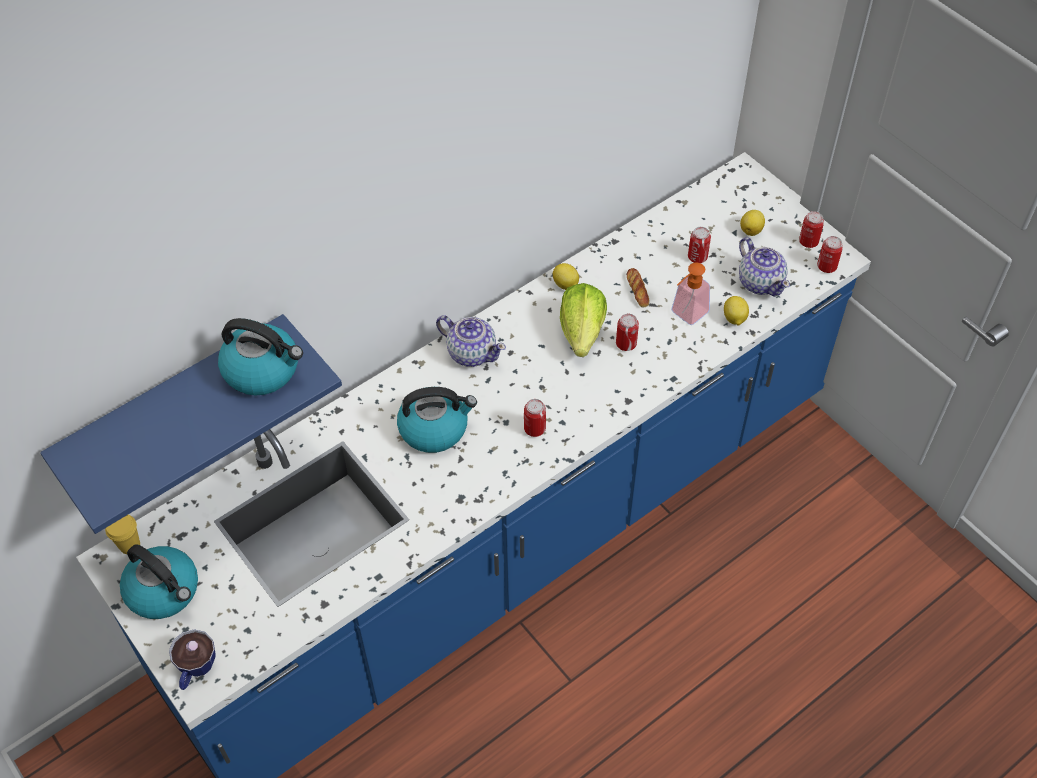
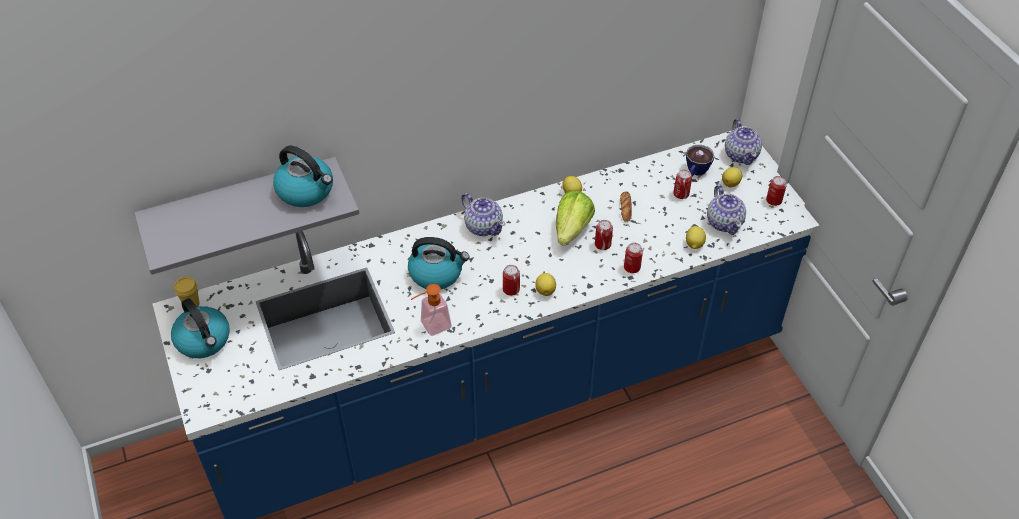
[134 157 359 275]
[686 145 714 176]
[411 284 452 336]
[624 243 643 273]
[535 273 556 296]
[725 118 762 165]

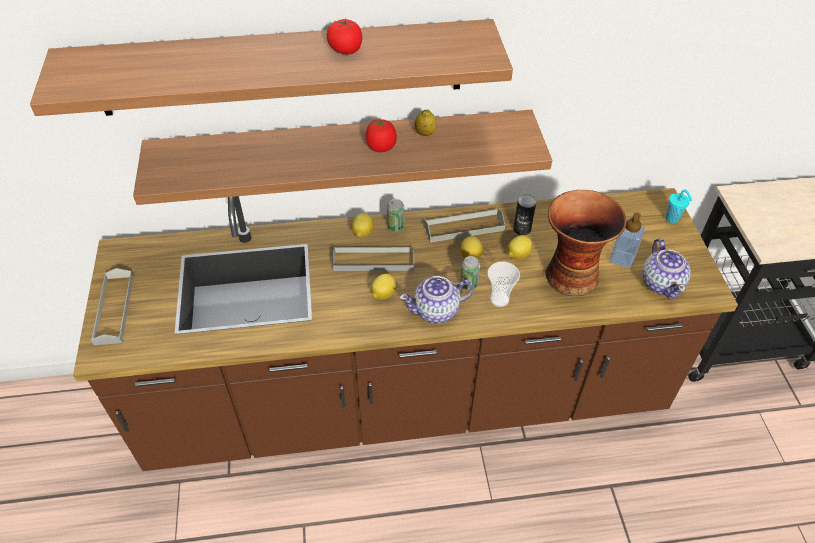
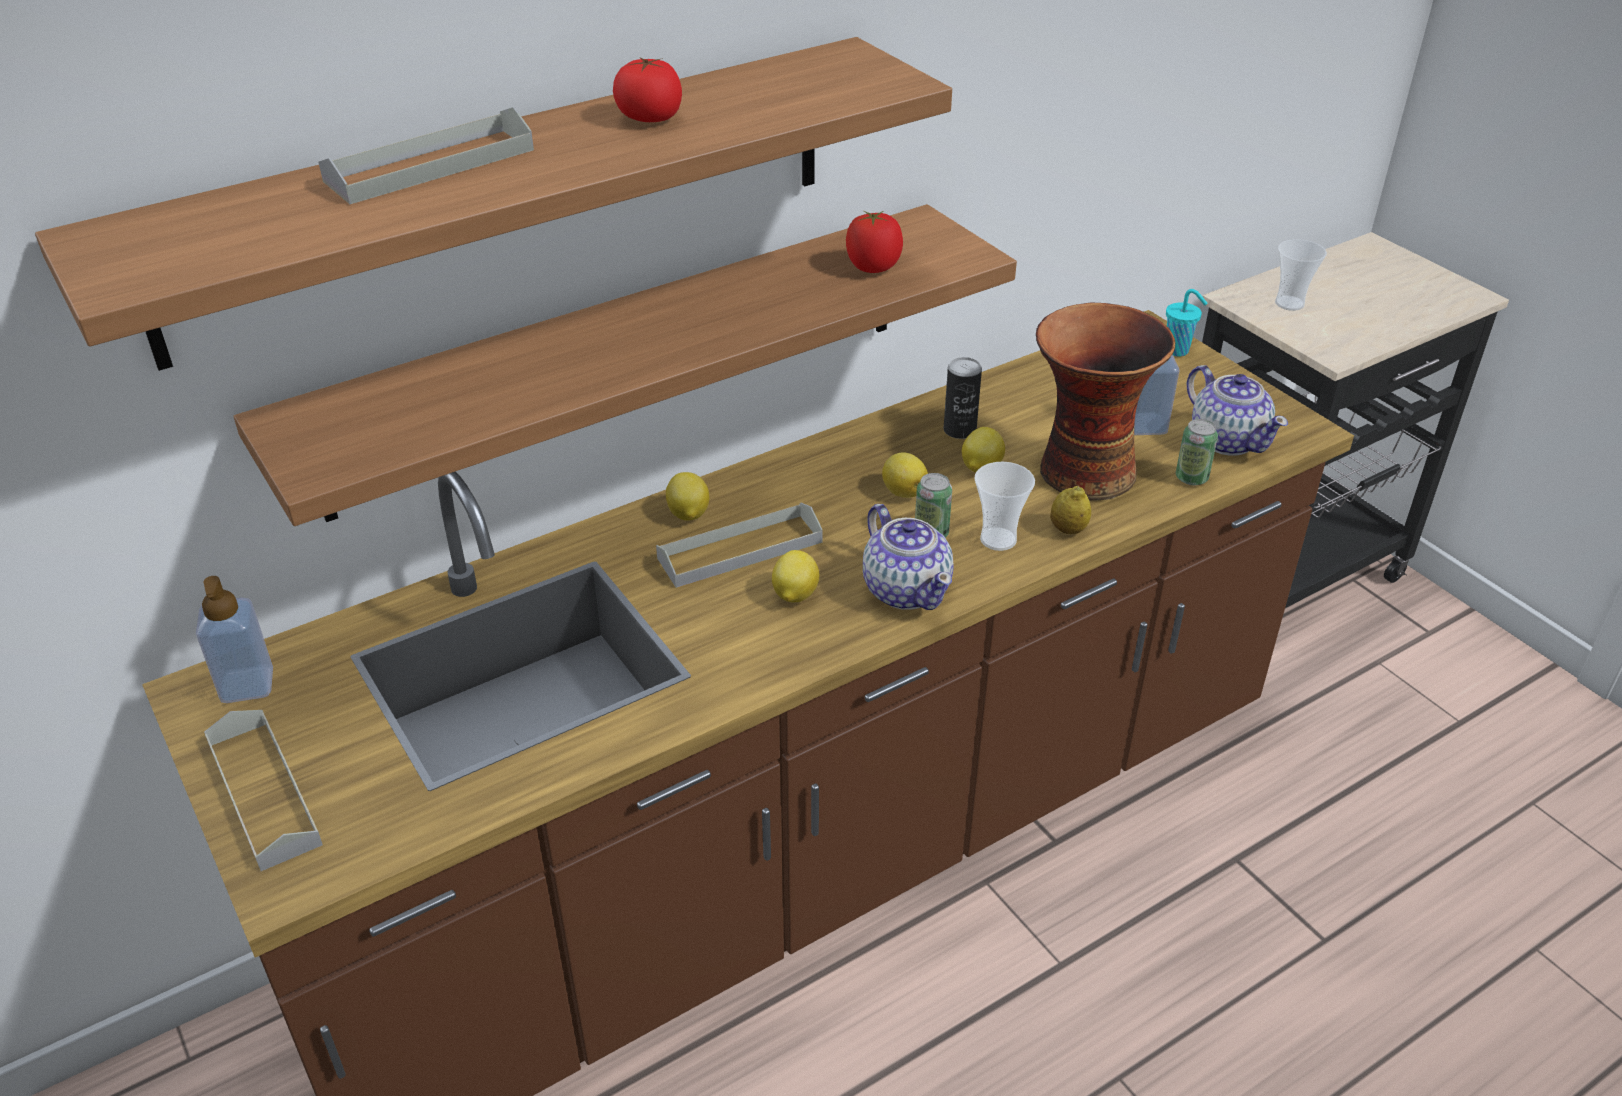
[846 211 903 273]
[1176 419 1218 485]
[863 504 954 610]
[1050 486 1091 534]
[319 107 534 204]
[196 576 273 703]
[1275 239 1327 311]

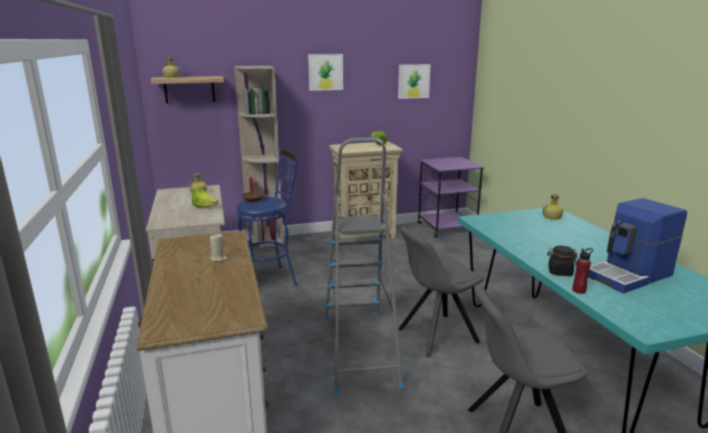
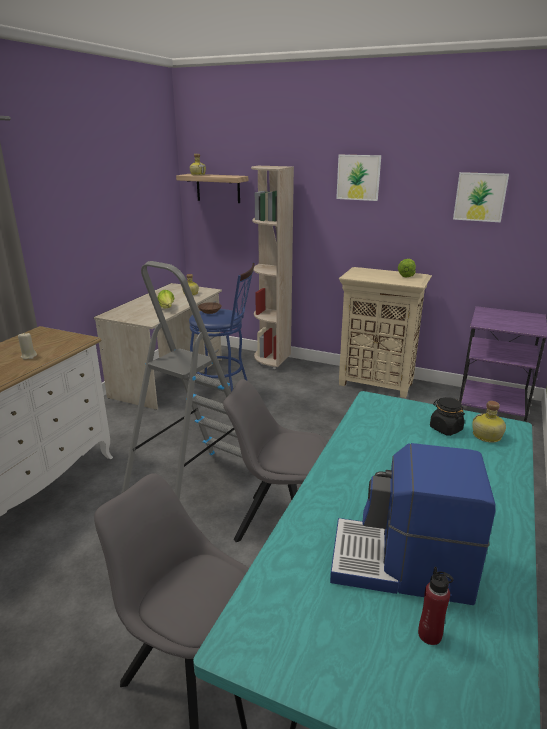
[430 397 465 436]
[418 567 453 645]

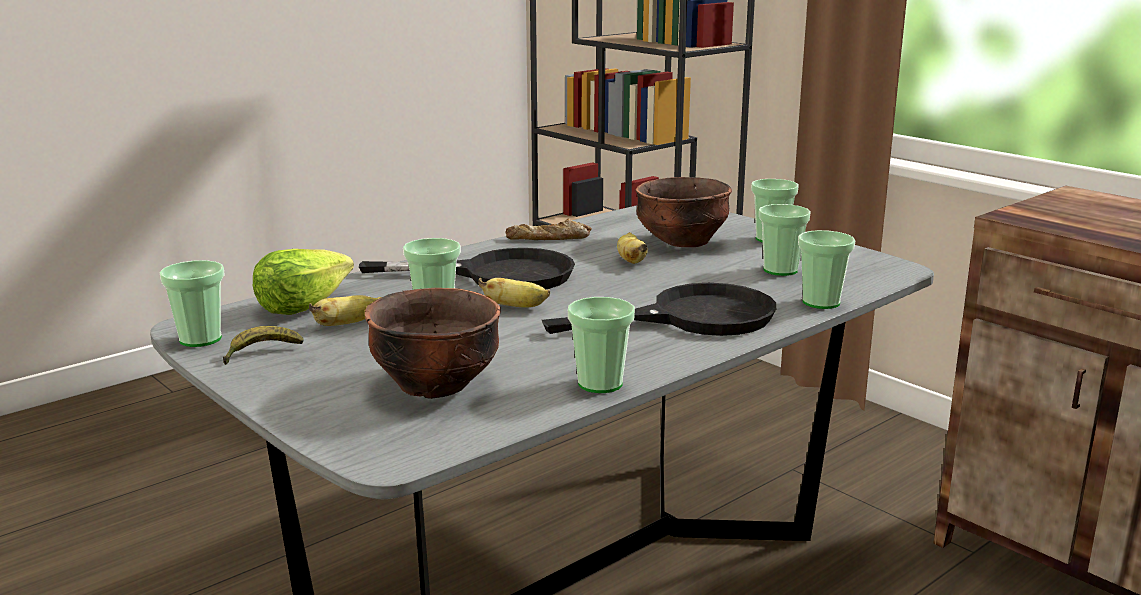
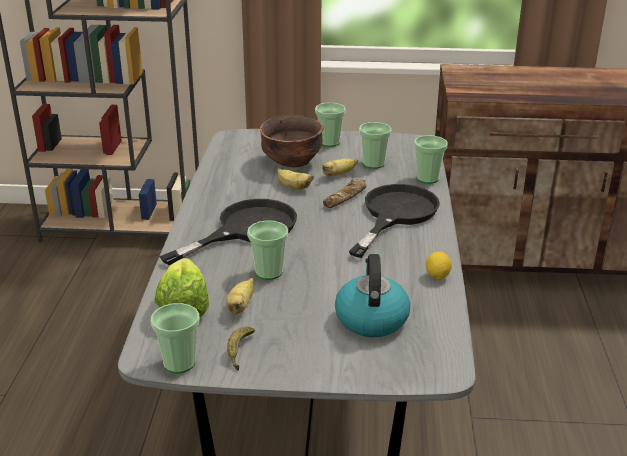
[335 254 411 337]
[322 158 358 176]
[323 179 366 208]
[426 252 452 280]

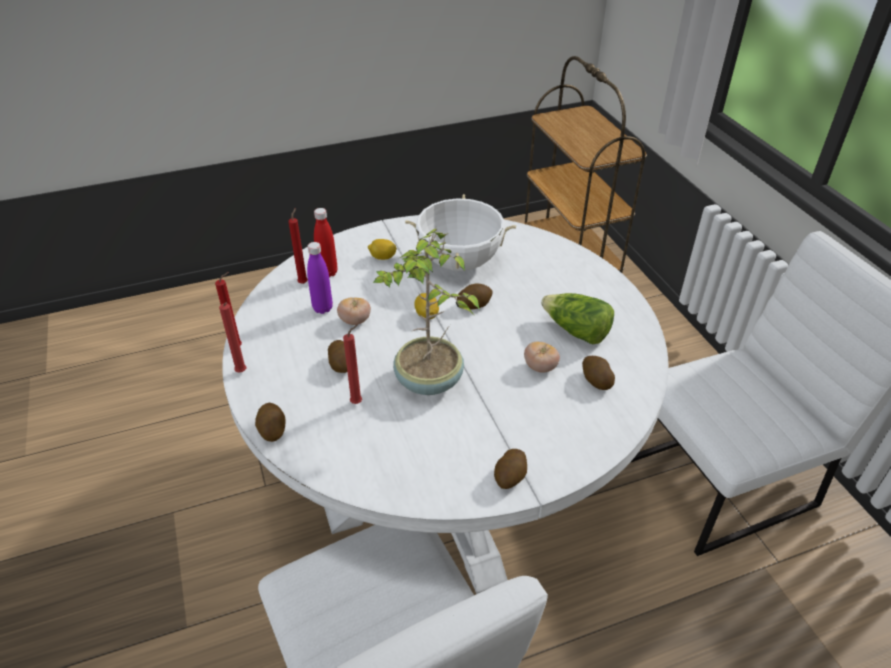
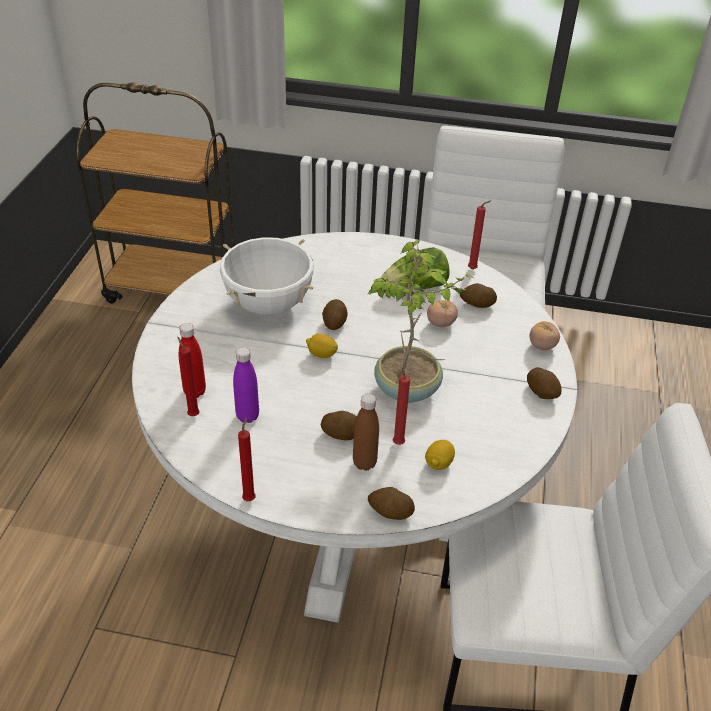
[468 201 490 269]
[530 321 560 350]
[425 440 455 470]
[353 394 379 471]

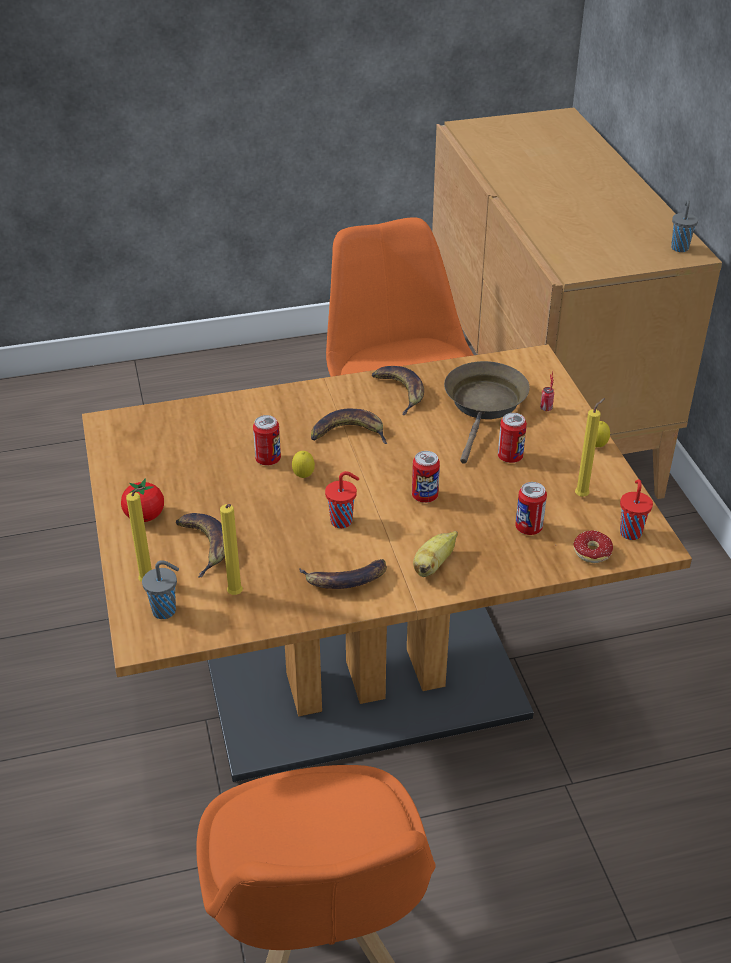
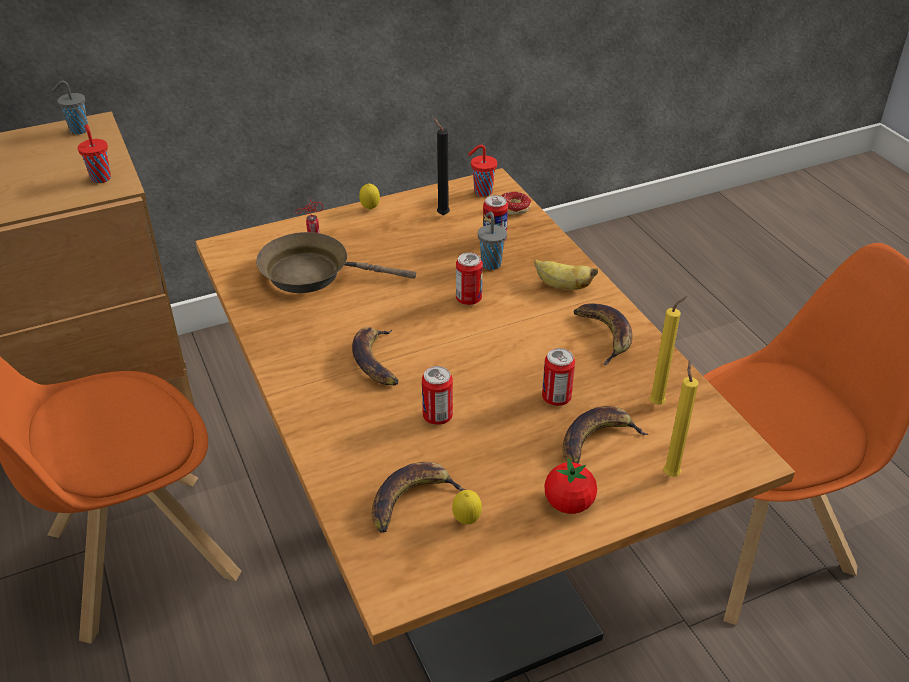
[478 211 507 270]
[452 490 482 524]
[78 124 111 183]
[372 462 465 533]
[542 348 575 406]
[434 118 450 215]

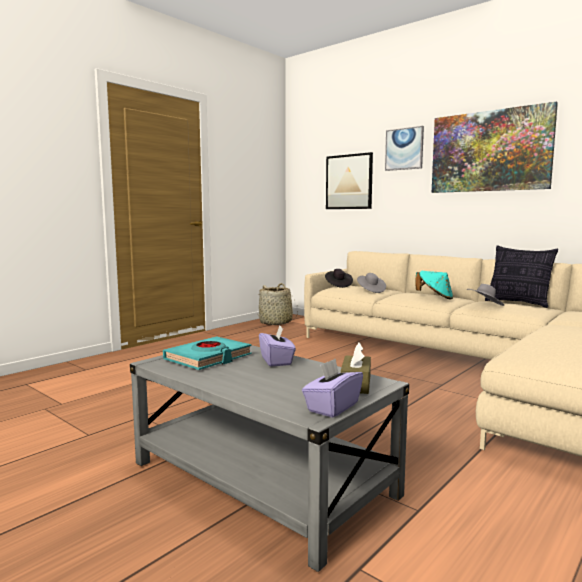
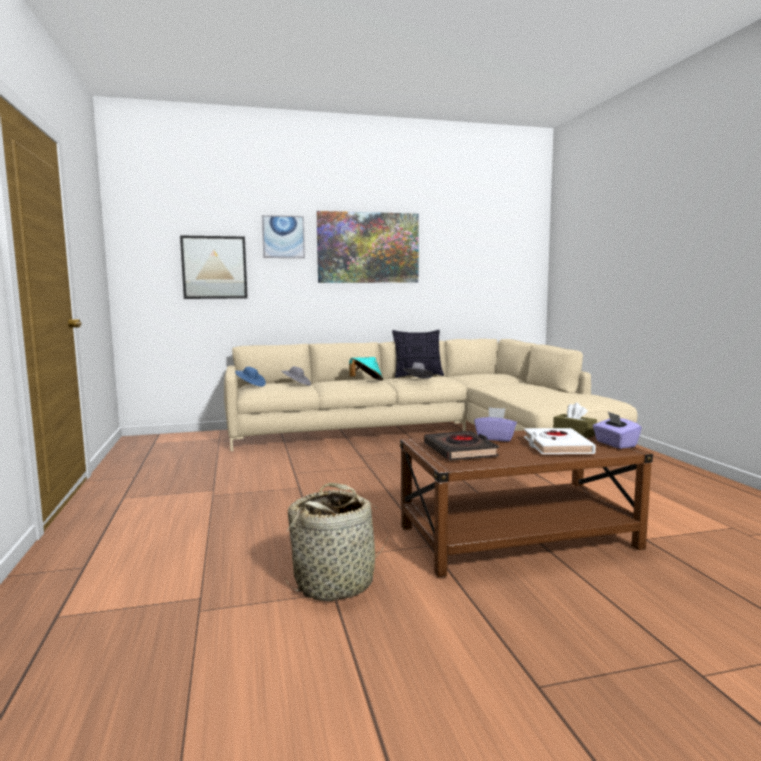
[400 430 653 578]
[424 431 499 461]
[285 483 388 601]
[235 367 266 387]
[524 428 596 454]

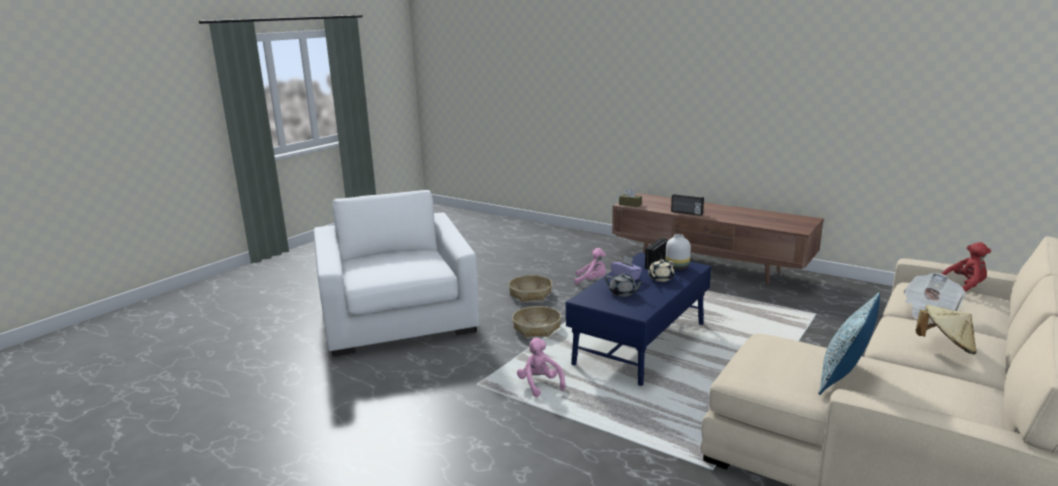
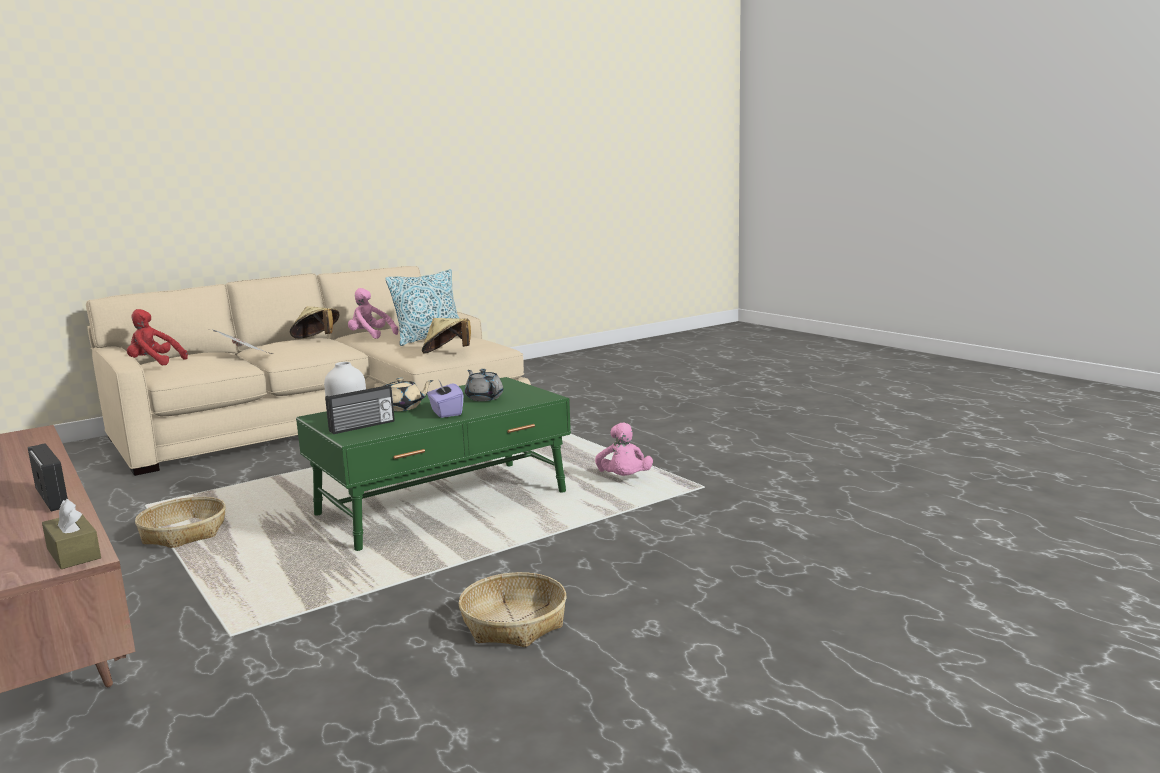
[314 190 479 356] (first image)
[135 497 226 548]
[296 377 571 551]
[348 288 398 339]
[422 318 471 354]

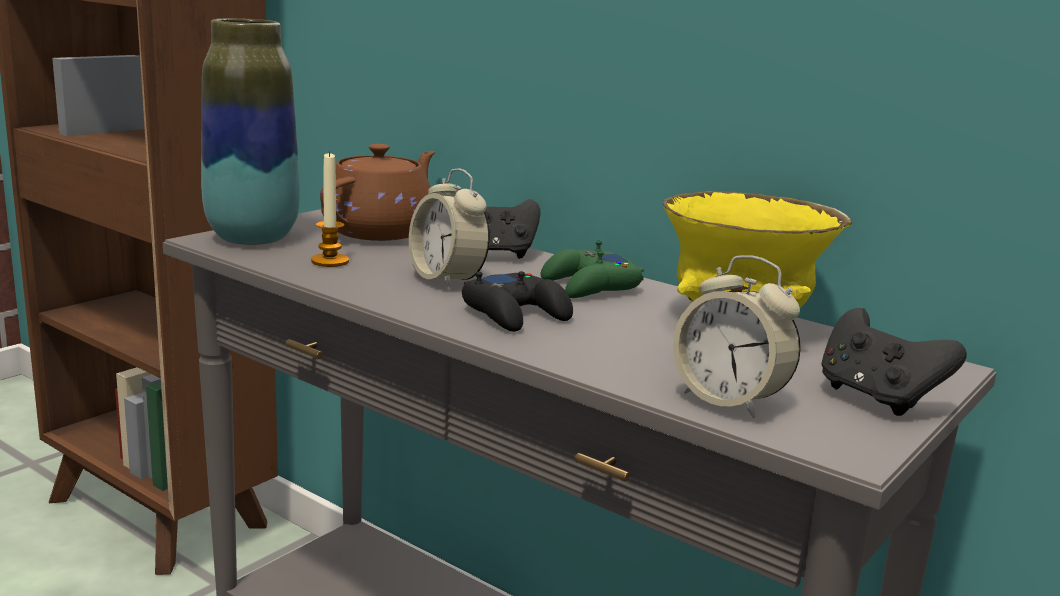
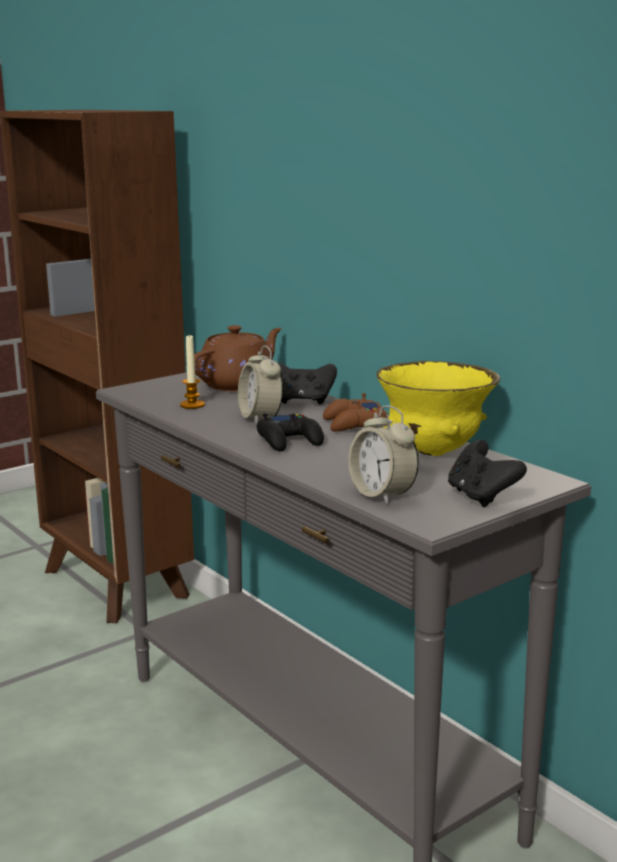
[201 18 300 245] (first image)
[323 393 388 432]

